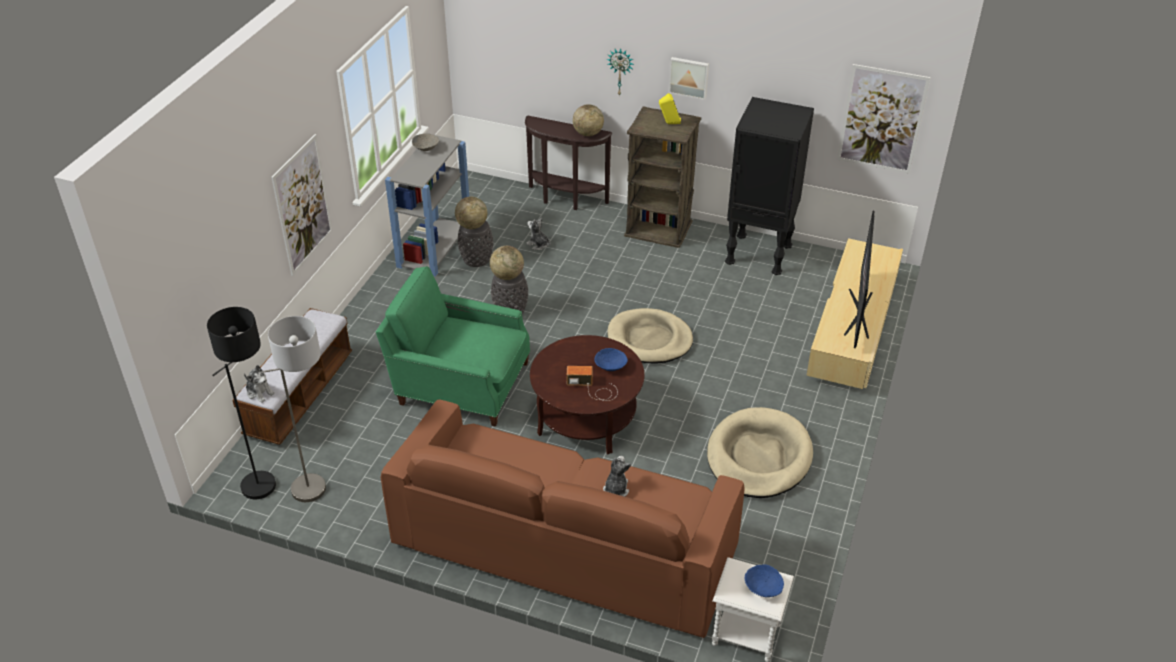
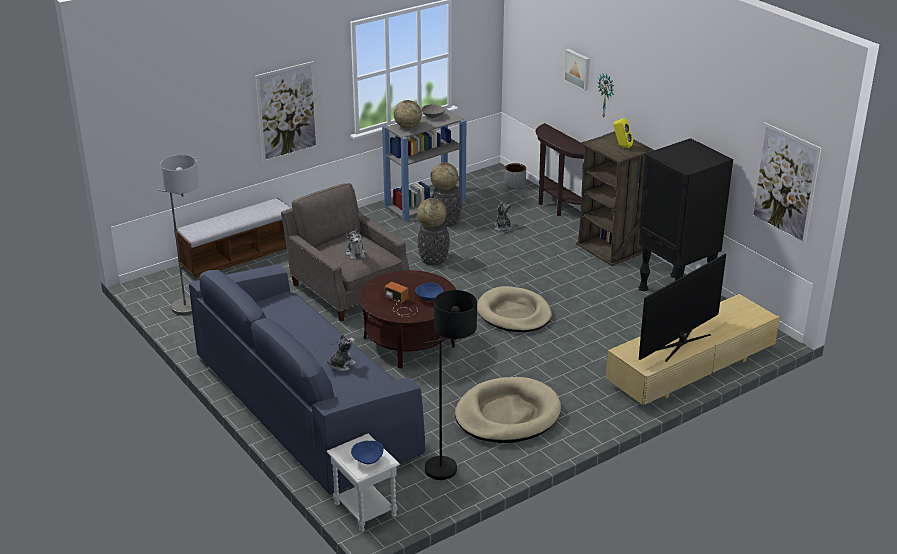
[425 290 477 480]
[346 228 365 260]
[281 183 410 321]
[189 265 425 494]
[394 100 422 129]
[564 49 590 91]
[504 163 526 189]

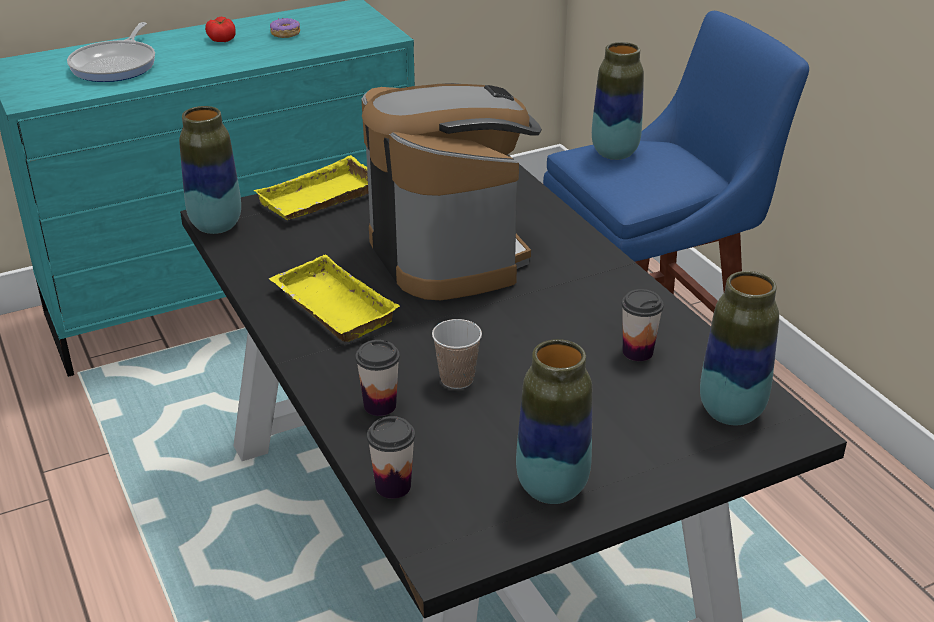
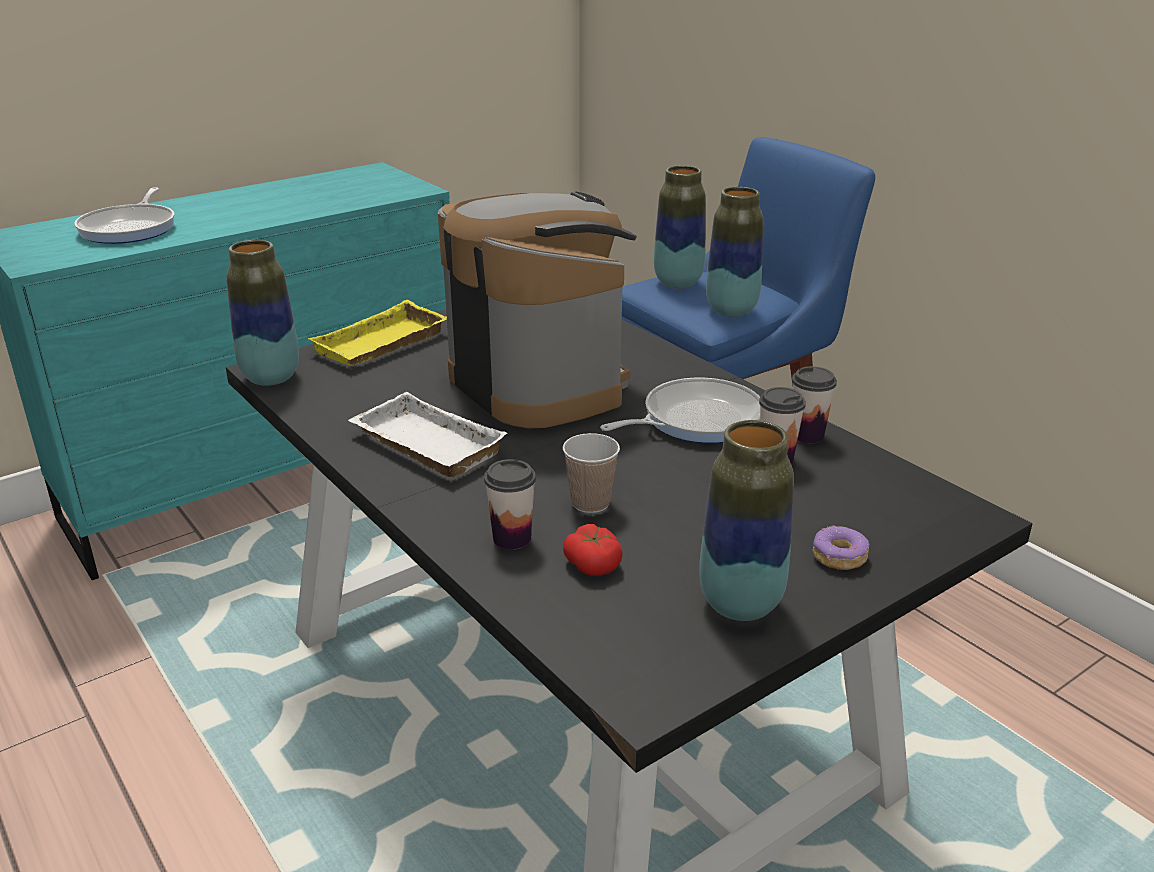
[563 524 622 576]
[348 392 508 477]
[813 525 870 570]
[792 366 837 444]
[706 187 764 317]
[600 378 760 443]

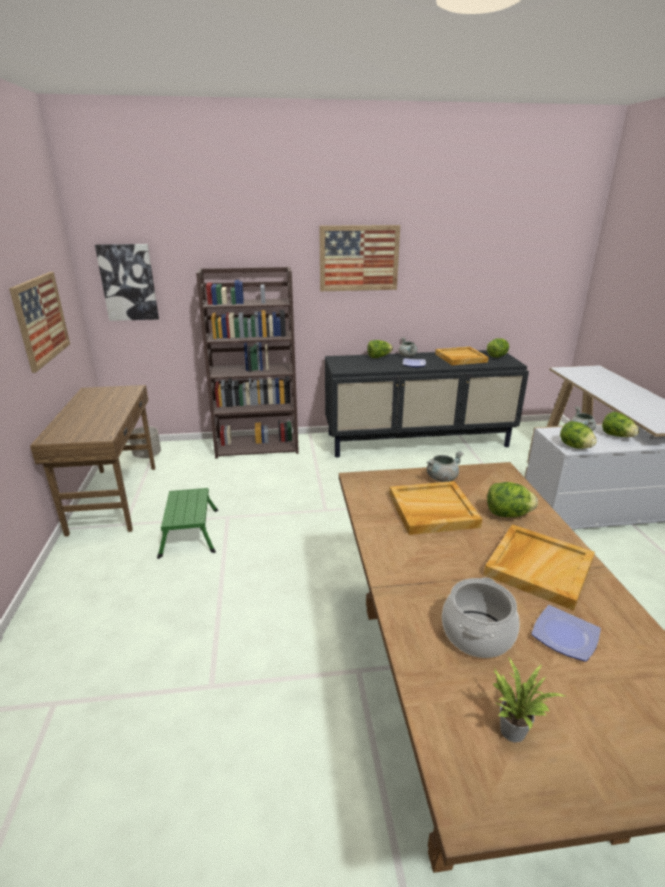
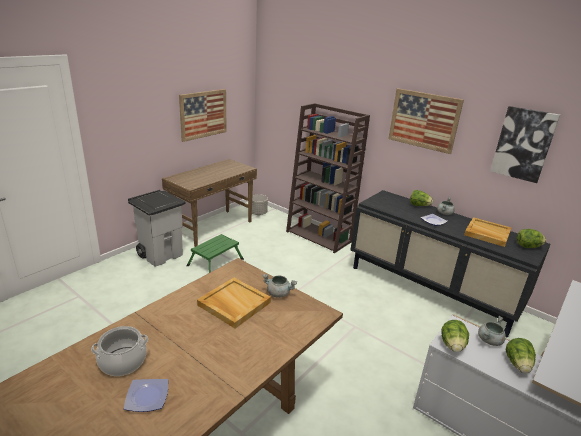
[490 106 560 183]
[484 524 595 611] (first image)
[487 482 538 517] (first image)
[493 656 565 742] (first image)
[128 190 186 267]

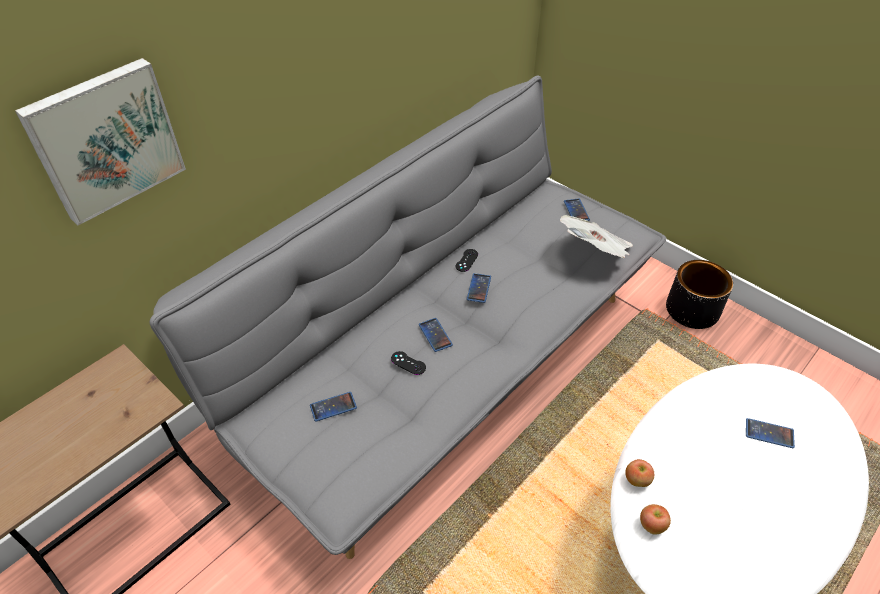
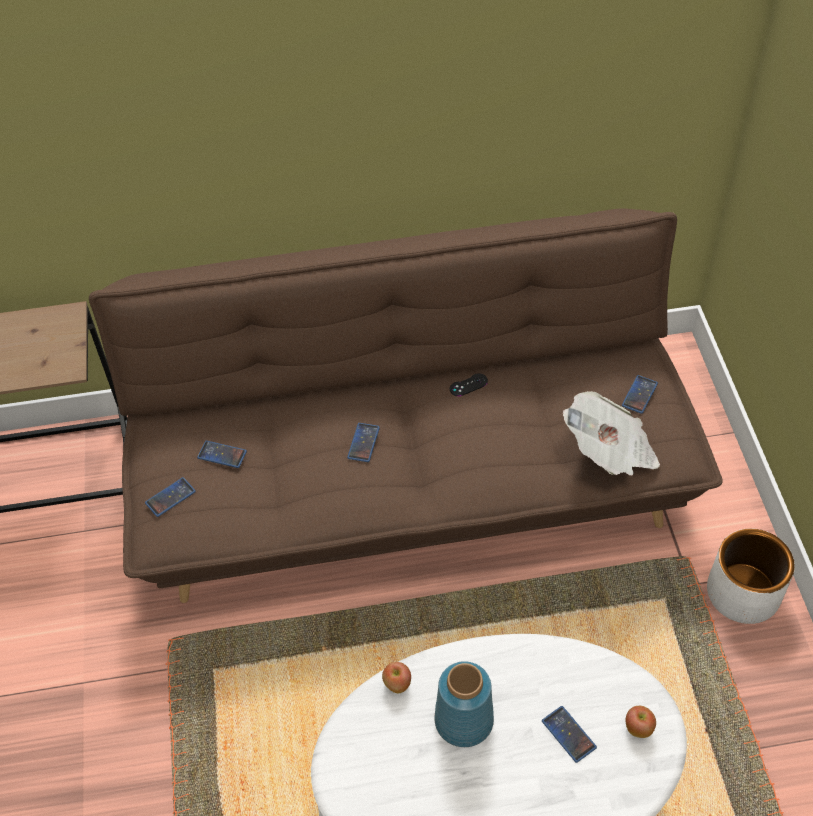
[15 58 186 225] (first image)
[89 208 723 603]
[391 351 426 375] (first image)
[145 477 196 517]
[626 706 656 738]
[707 528 795 624]
[434 661 494 747]

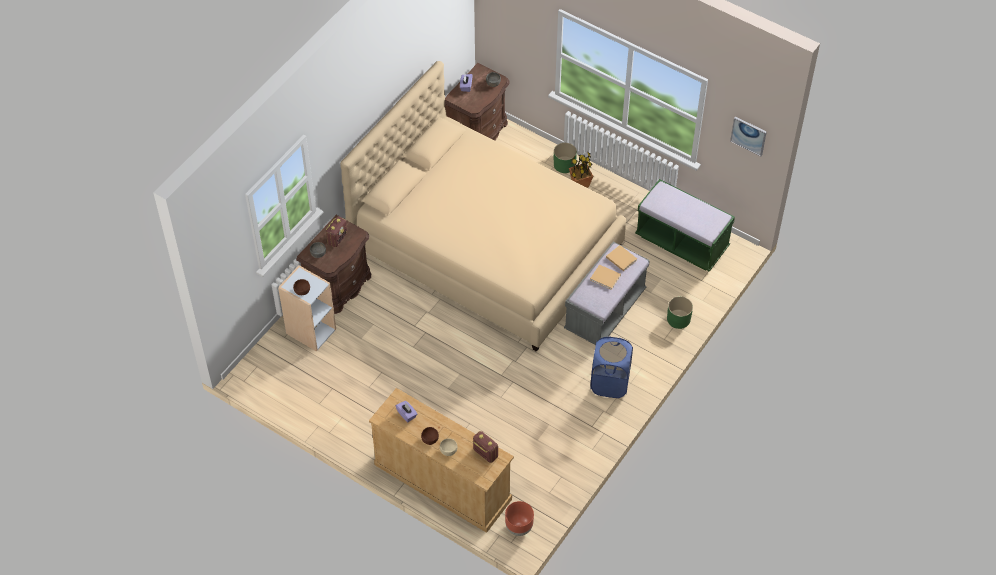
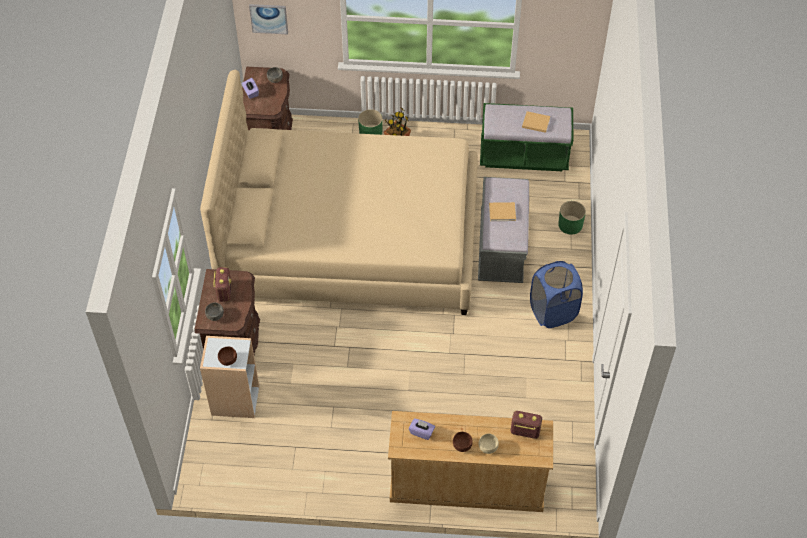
[505 501 534 536] (first image)
[522 111 550 133]
[249 4 288 34]

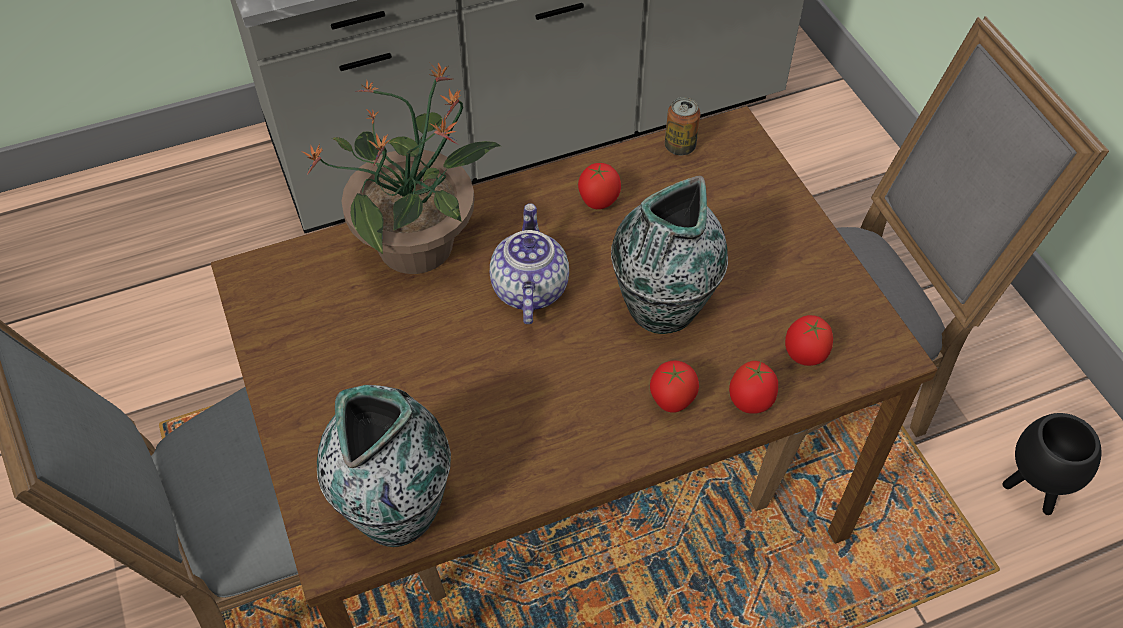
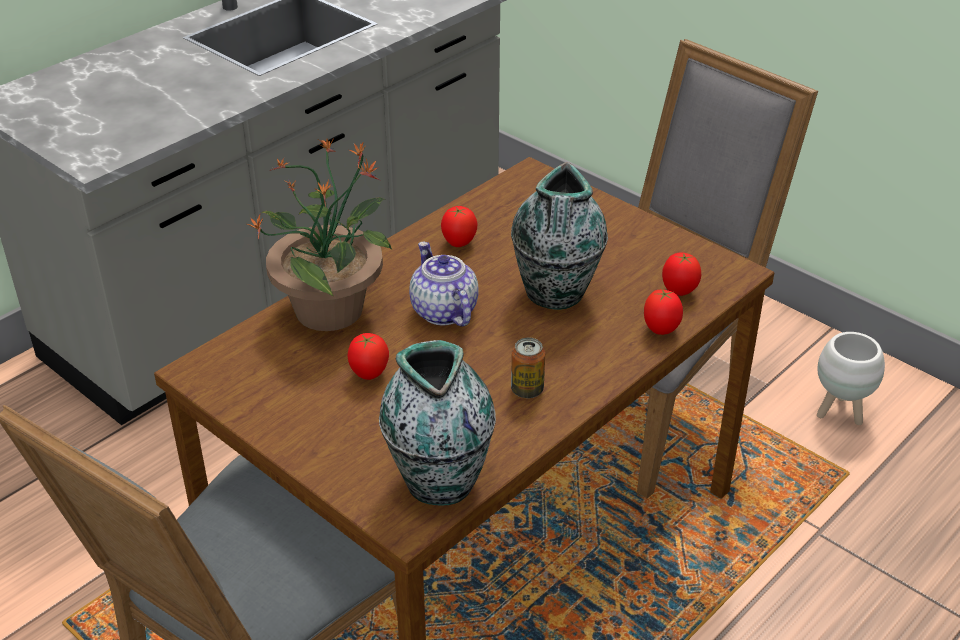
[348 333 389 380]
[511 337 545 398]
[817 332 885 425]

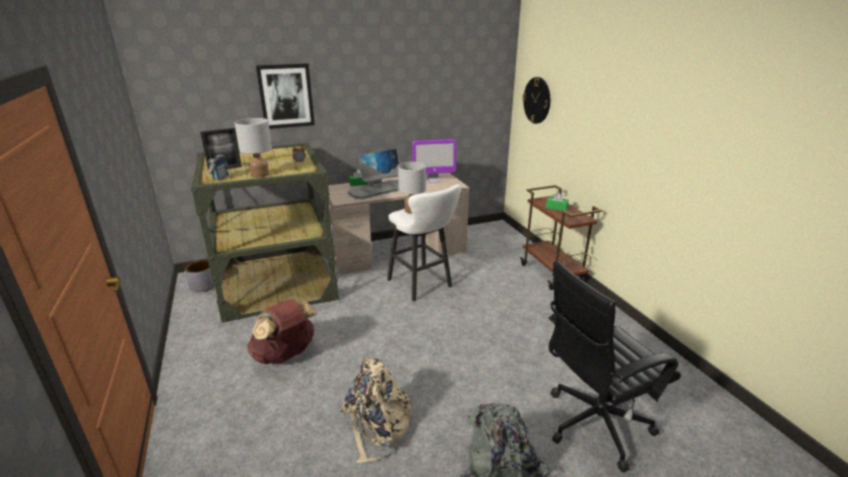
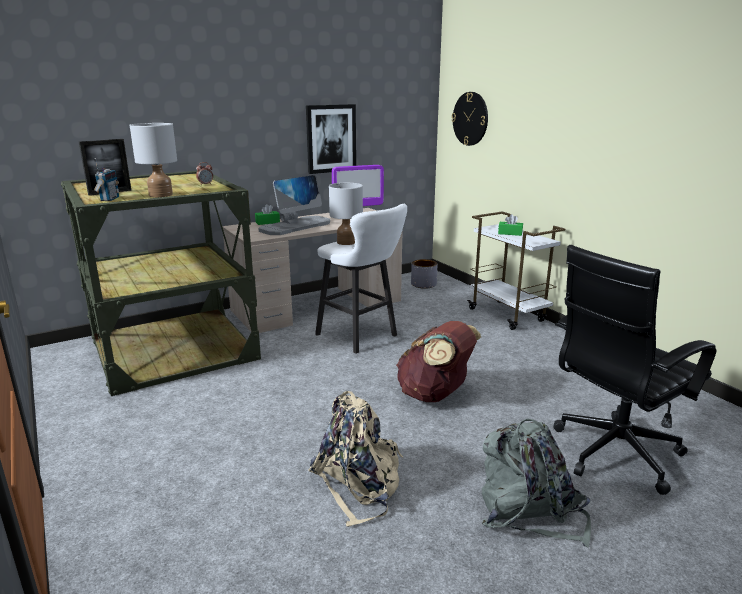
[411 259 438 289]
[396 321 481 402]
[306 104 356 174]
[467 212 565 330]

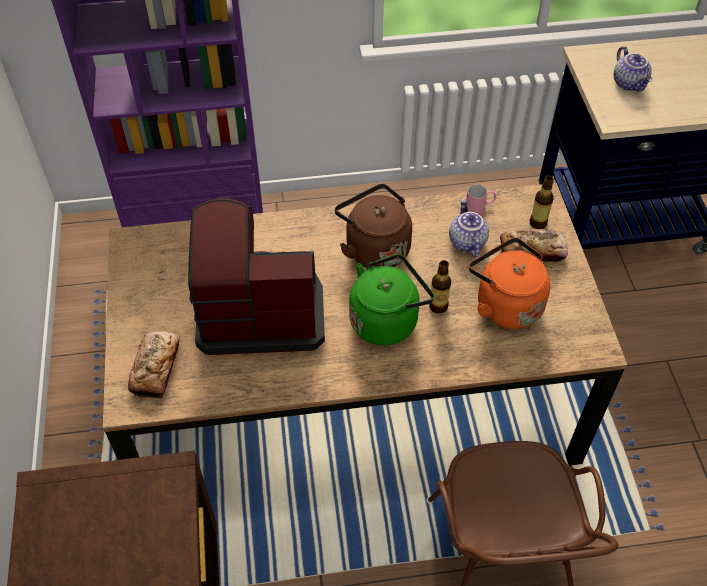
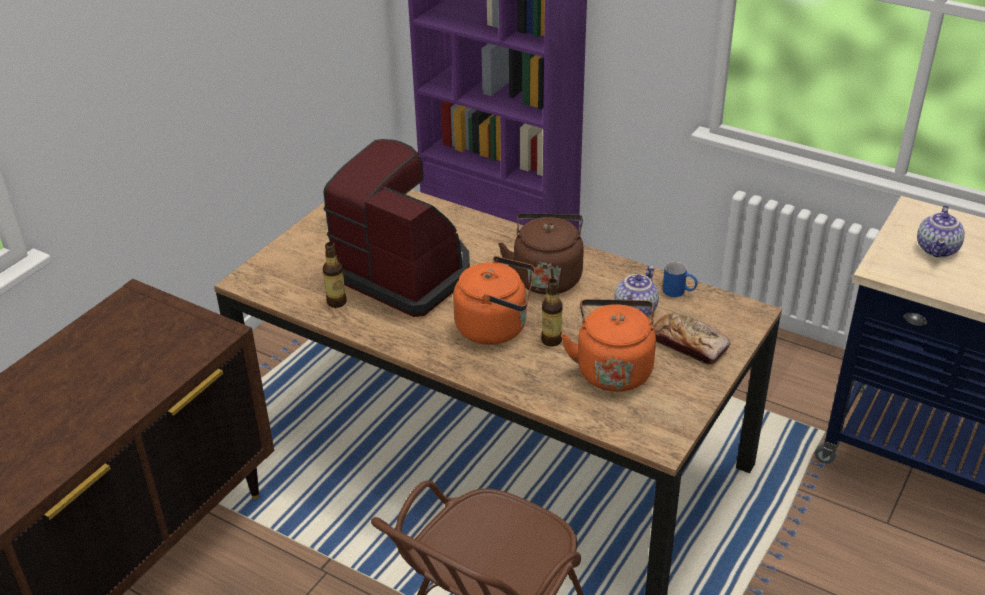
[128 331 180 398] (first image)
[453 256 535 345]
[663 262 698 297]
[323 242 347 308]

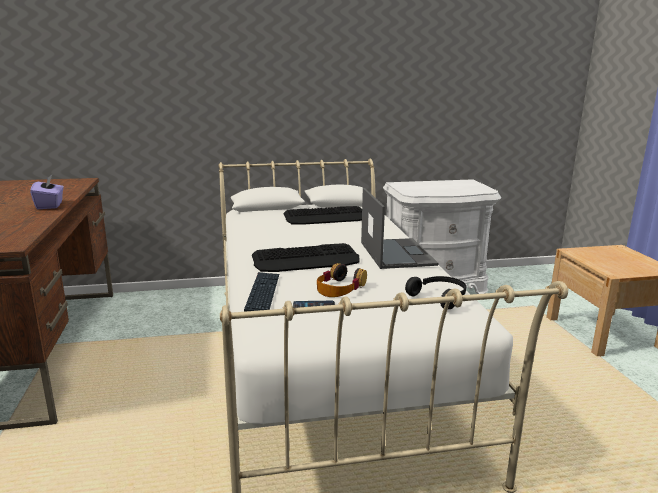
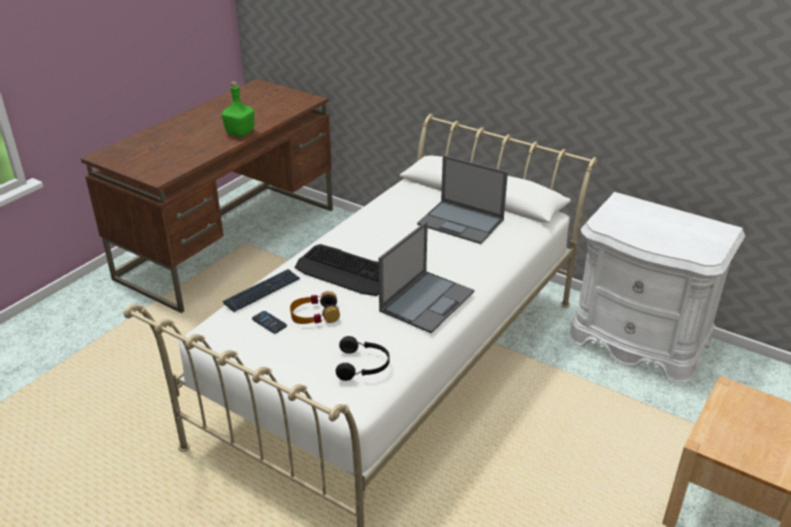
[222 81 254 137]
[417 155 508 244]

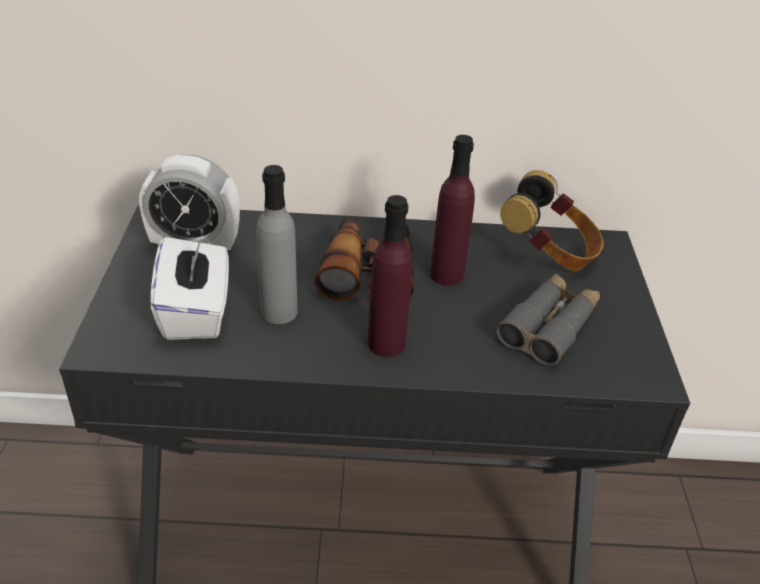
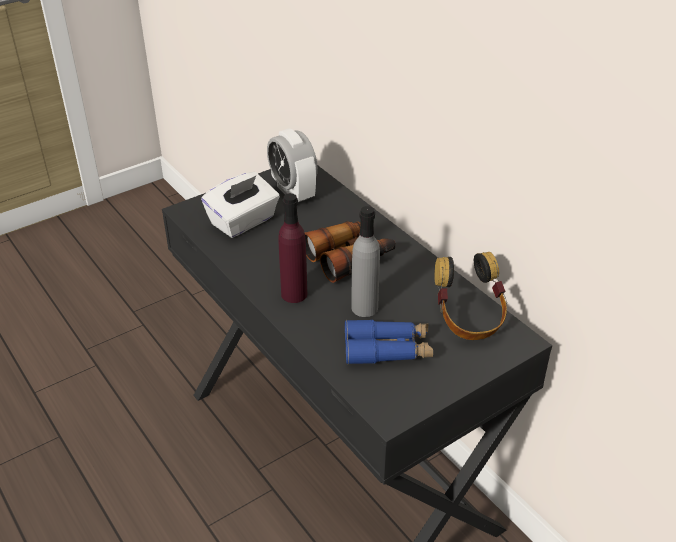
[351 206 380 317]
[430 135 475 286] (first image)
[345 320 433 364]

